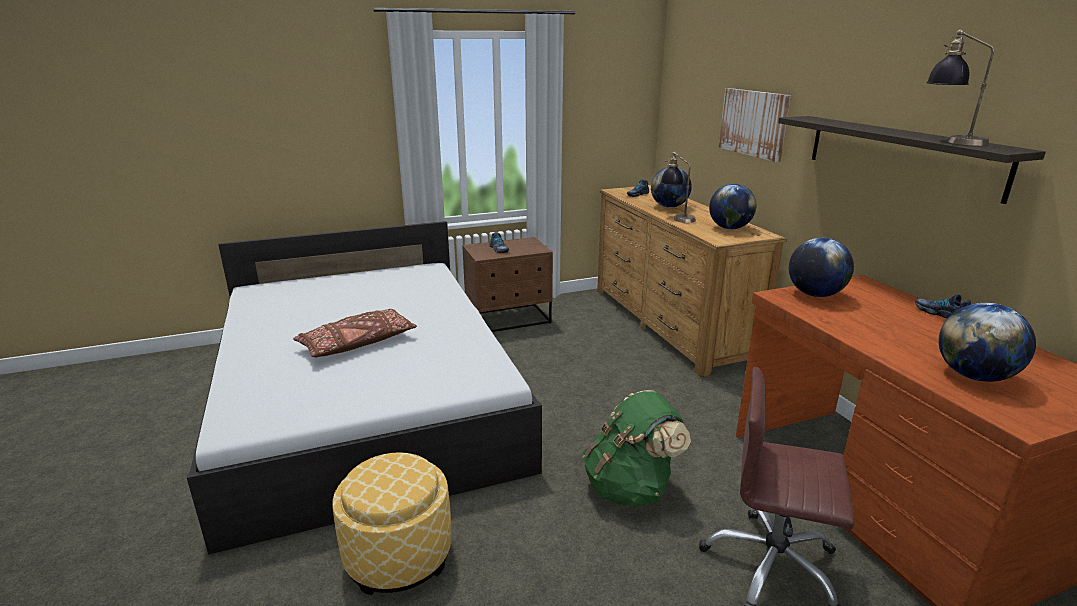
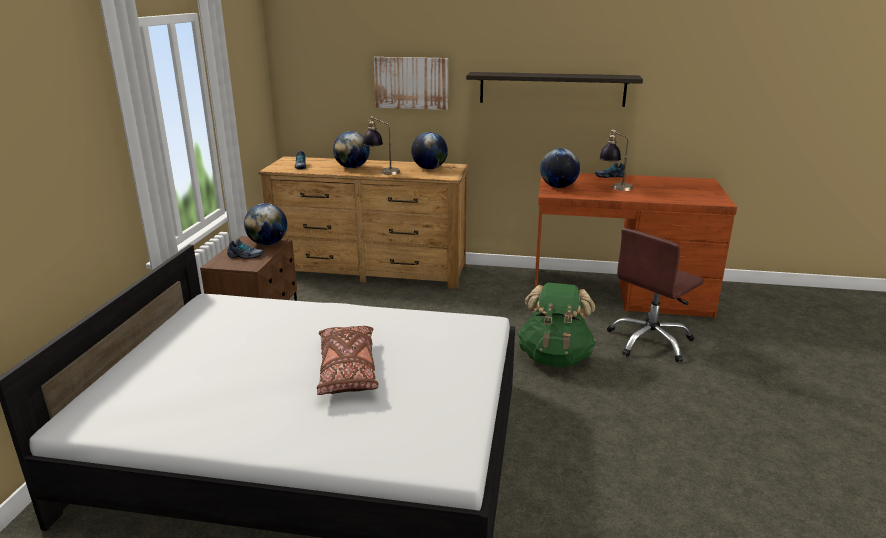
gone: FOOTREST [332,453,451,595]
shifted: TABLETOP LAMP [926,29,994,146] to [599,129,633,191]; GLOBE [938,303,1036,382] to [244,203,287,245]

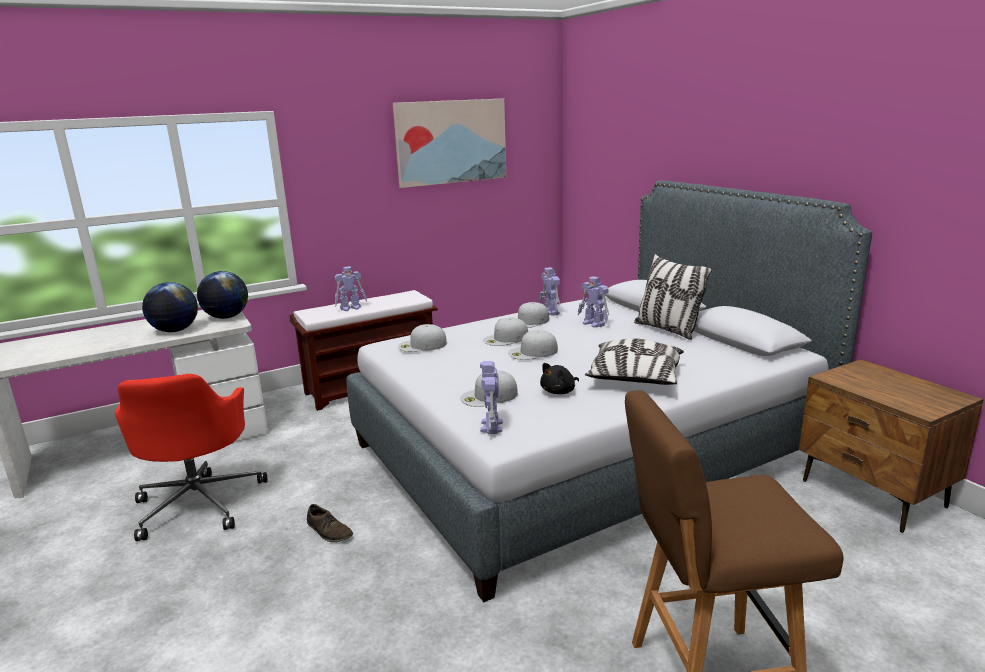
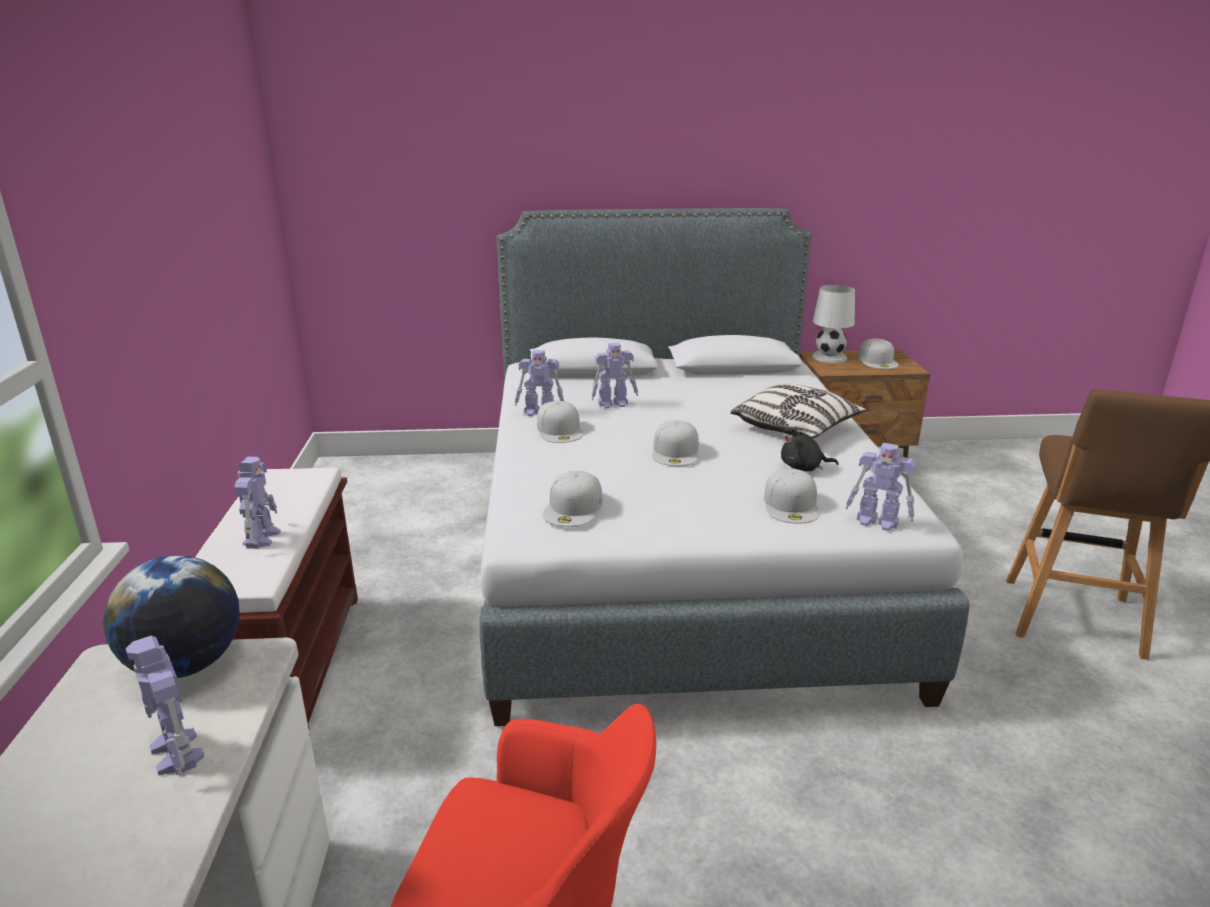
gone: WALL ART [393,99,506,188]; THROW PILLOW [634,254,713,340]; BROWNISH SHOE [307,504,353,542]
new: WHITE-COLOURED TABLETOP LAMP [812,285,855,363]
shifted: WHITE-COLOURED CAP [483,317,528,346] to [858,339,899,369]
swapped: GLOBE [142,282,198,332] to MODEL ROBOT [126,636,205,776]
rotated: BLACK-COLOURED SOFT TOY [540,363,579,394] = [781,429,838,471] 105 degrees clockwise

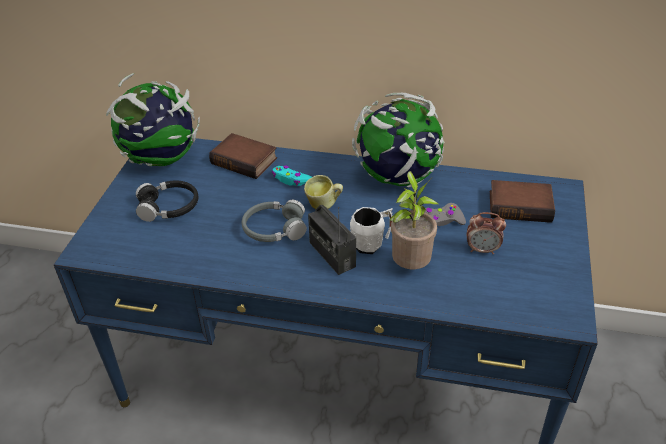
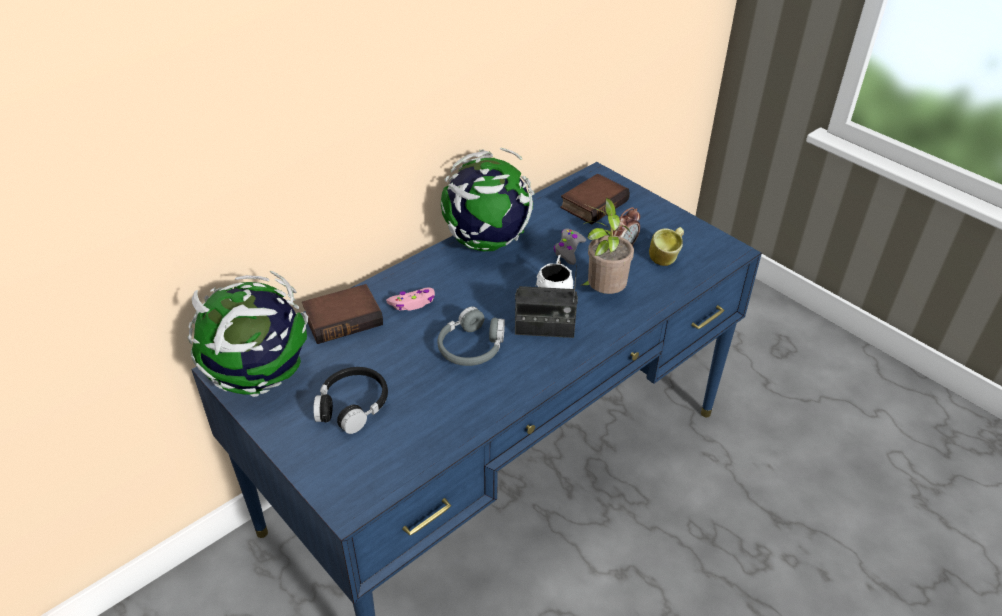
shifted: MUG [304,175,343,210] to [649,227,684,266]
repainted: TURQUOISE JOYPAD [272,165,312,186] to PINK JOYPAD [386,287,435,311]

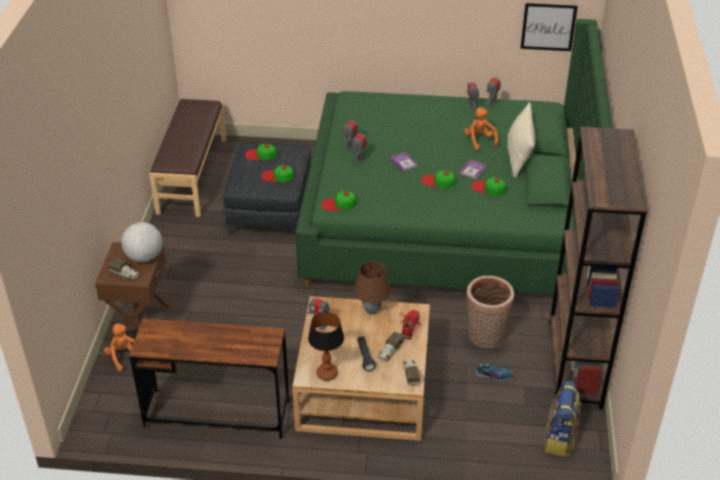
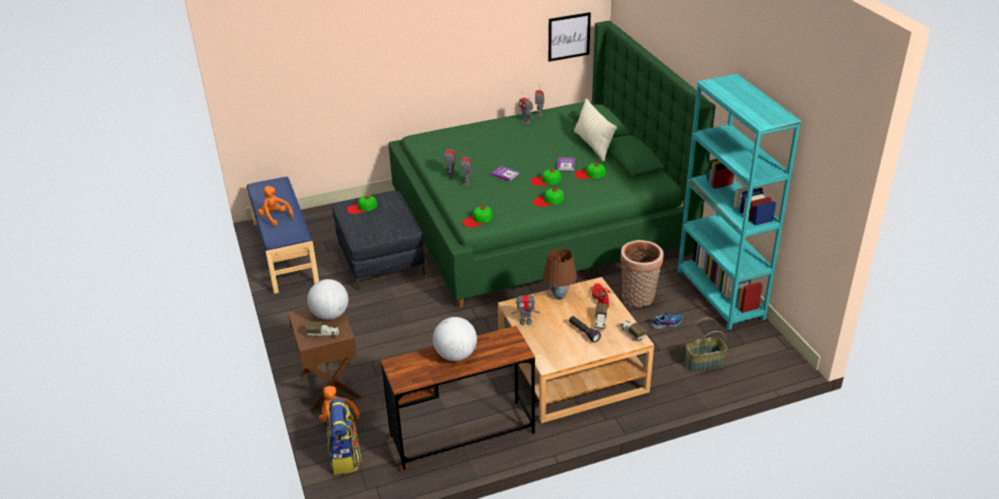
gone: TABLETOP LAMP [308,312,344,381]
new: GLOBE [433,317,477,361]; HOUSEHOLD BASKET [685,318,727,372]
shifted: ORANGE SOFT TOY [464,107,498,150] to [258,186,294,226]; CAP [262,165,294,182] to [533,188,564,207]; BACKPACK [544,381,581,457] to [327,398,362,475]
repainted: BROWNISH LONG SEAT [149,99,226,217] to BLUE-COLOURED LONG SEAT [246,177,319,294]; BROWNISH BOOKCASE [549,127,648,409] to TURQUOISE BOOKCASE [678,74,802,330]

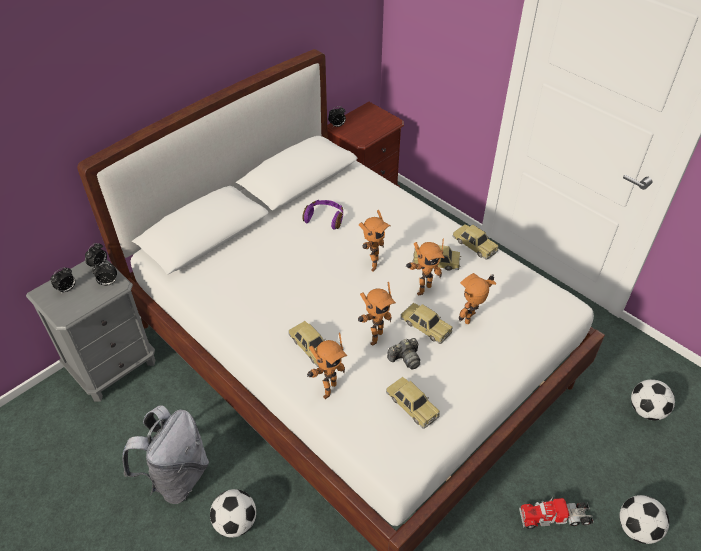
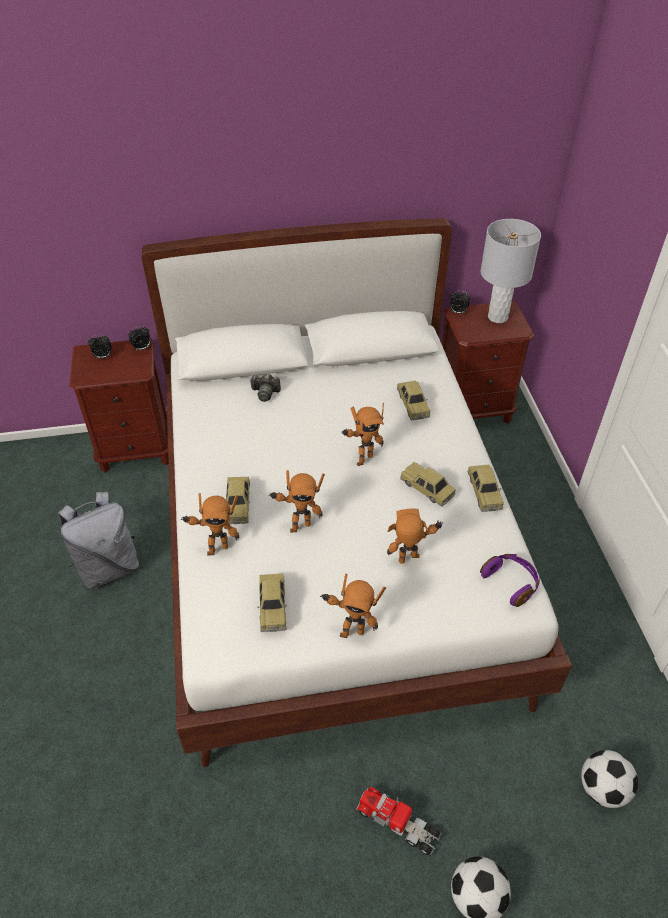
gone: ALARM CLOCK [92,263,117,286]; FOOTBALL [210,489,256,537]
new: GREYISH TABLETOP LAMP [481,219,541,323]
shifted: PURPLE HEADSET [303,200,343,230] to [480,554,540,607]; MODEL ROBOT [406,238,444,296] to [320,574,386,638]; MODEL CAR [401,303,453,344] to [397,381,430,420]; PHOTO CAMERA [387,338,420,370] to [250,374,281,402]
repainted: GREYISH BEDSIDE TABLE [26,260,155,402] to BROWNISH BEDSIDE TABLE [69,338,169,473]

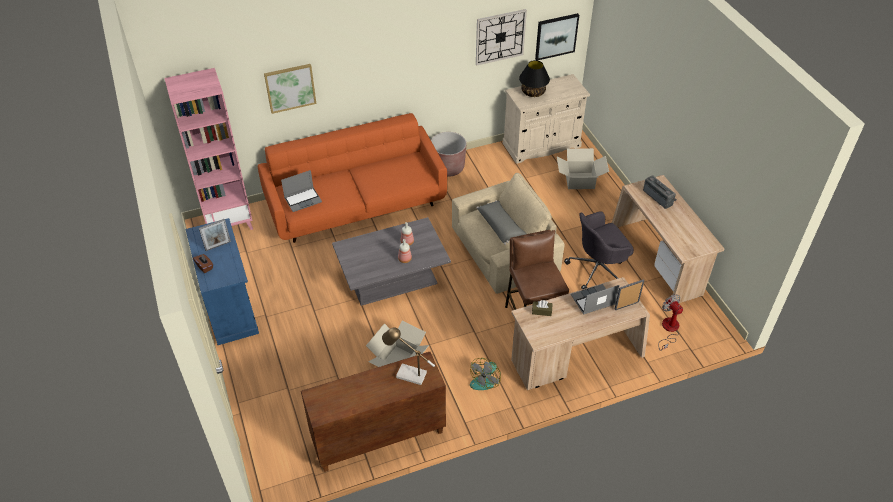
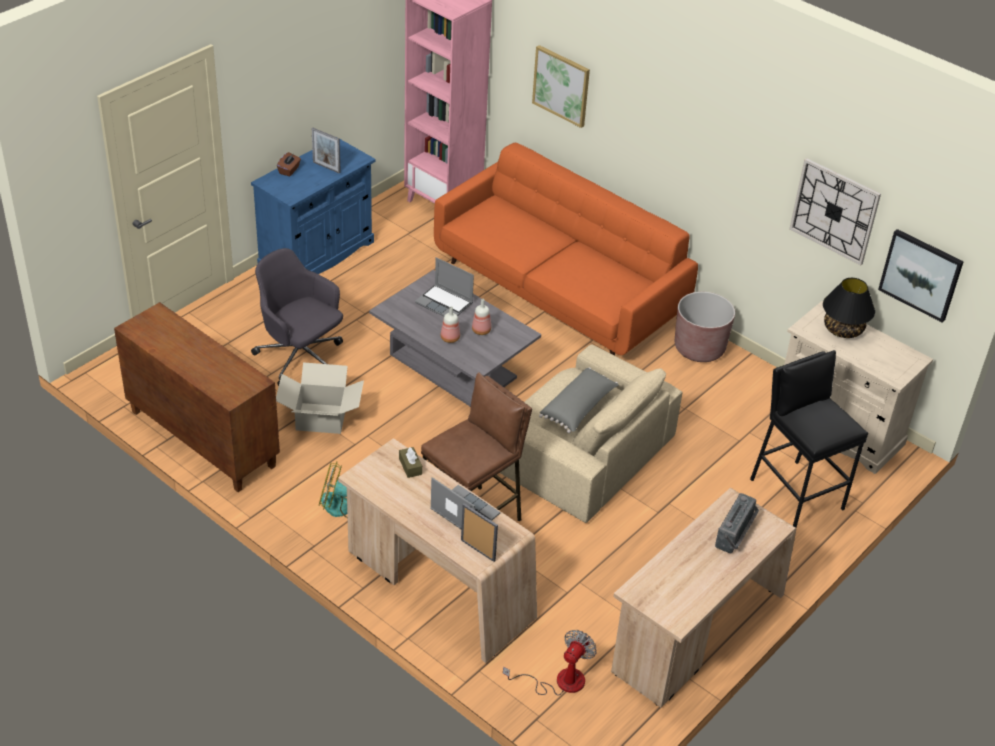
gone: TABLETOP LAMP [382,327,435,385]
shifted: PORTABLE COMPUTER [281,170,322,212] to [415,257,474,317]; GREYISH DESK CHAIR [564,211,634,289] to [251,248,343,386]
swapped: CARTON [557,148,609,189] to BLACK-COLOURED STOOL [750,350,868,528]

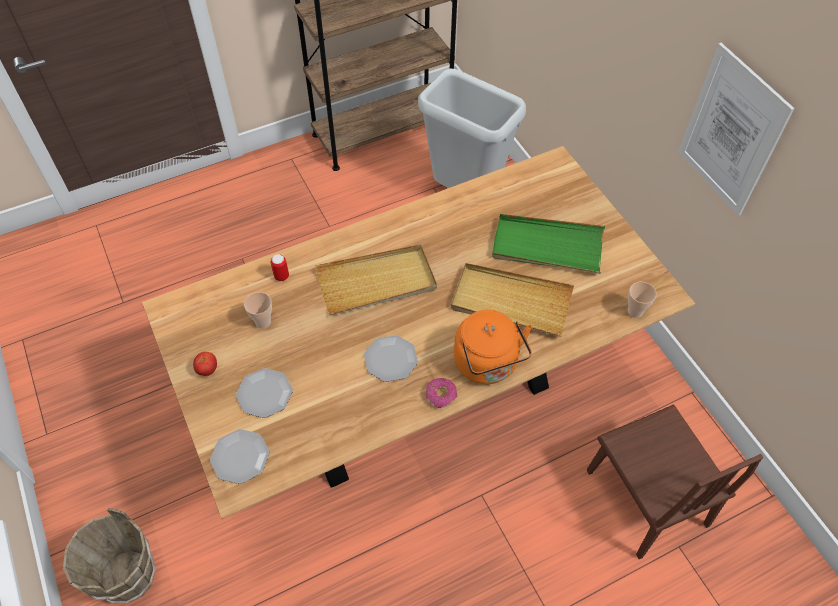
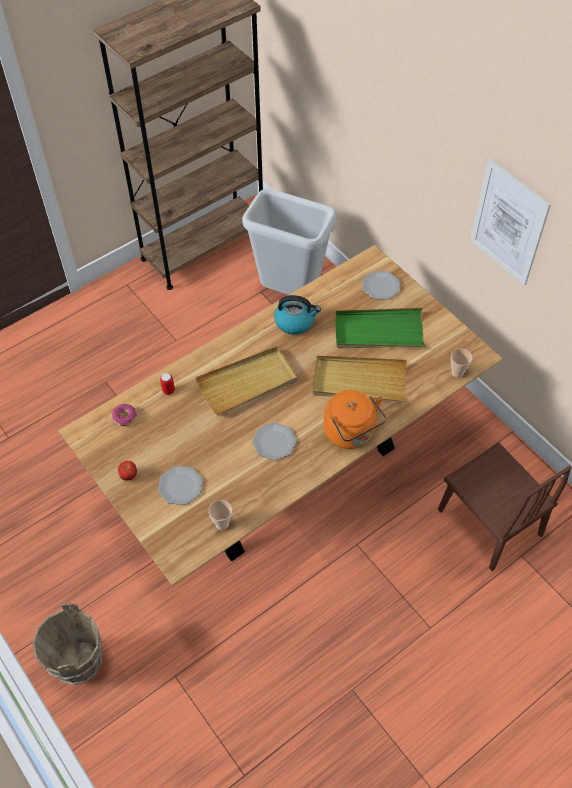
new: WATER KETTLE [274,295,321,335]
shifted: CUP [244,292,272,329] to [208,500,232,530]; DOUGHNUT [426,378,457,408] to [112,404,137,426]; DINNER PLATE [210,429,270,484] to [363,271,400,299]

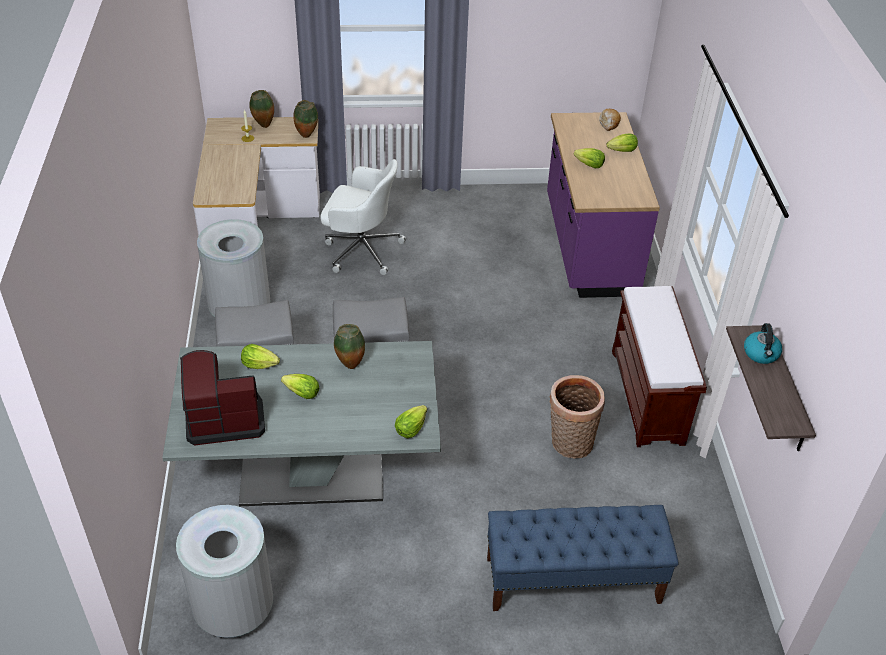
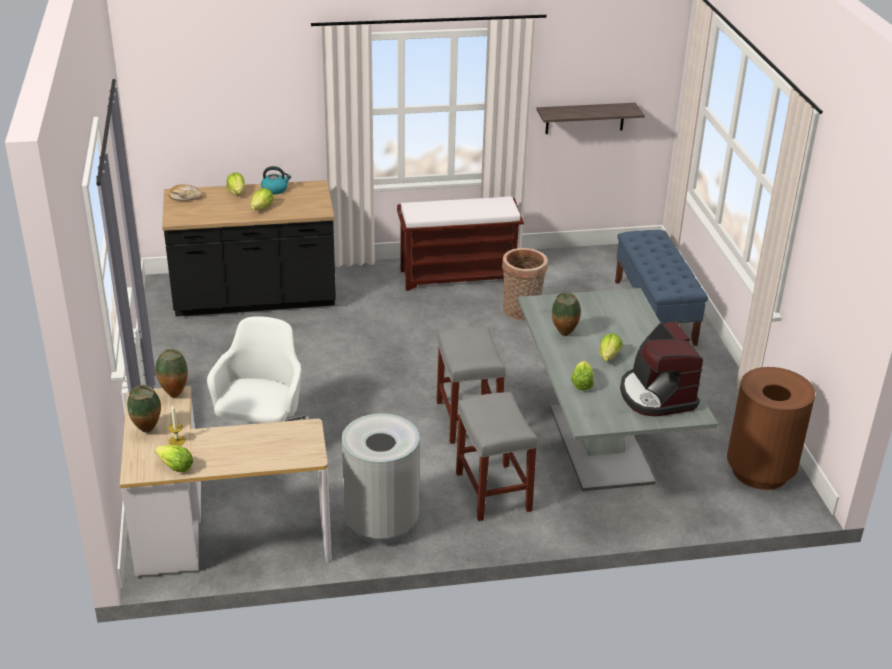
shifted: WATER KETTLE [744,323,782,364] to [261,166,291,194]; HEAD OF LETTUCE [395,405,427,438] to [154,445,193,472]
repainted: PURPLE COUNTER [547,112,660,298] to BLACK-COLOURED COUNTER [162,180,336,317]; GREYISH TRASH CAN [176,505,273,638] to BROWNISH TRASH CAN [727,367,815,490]

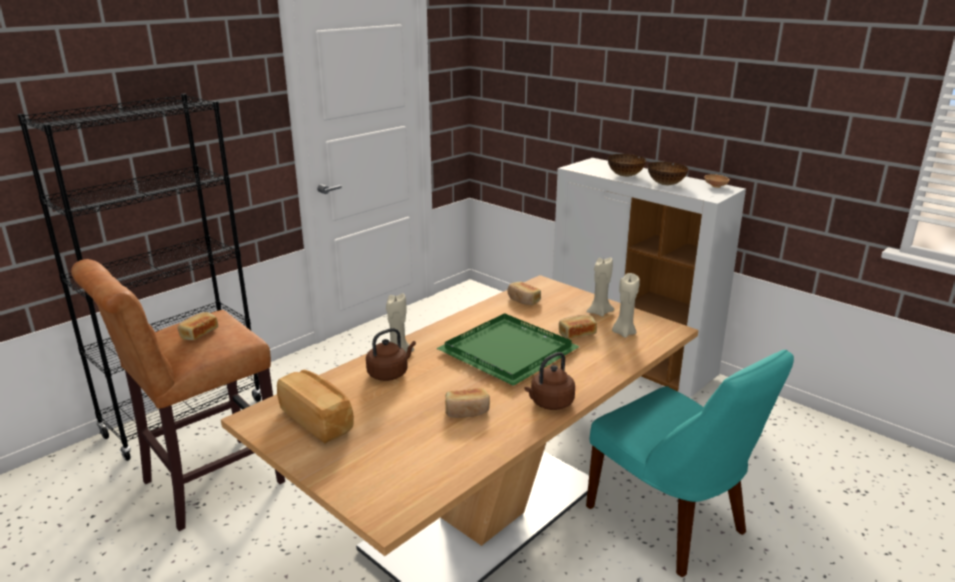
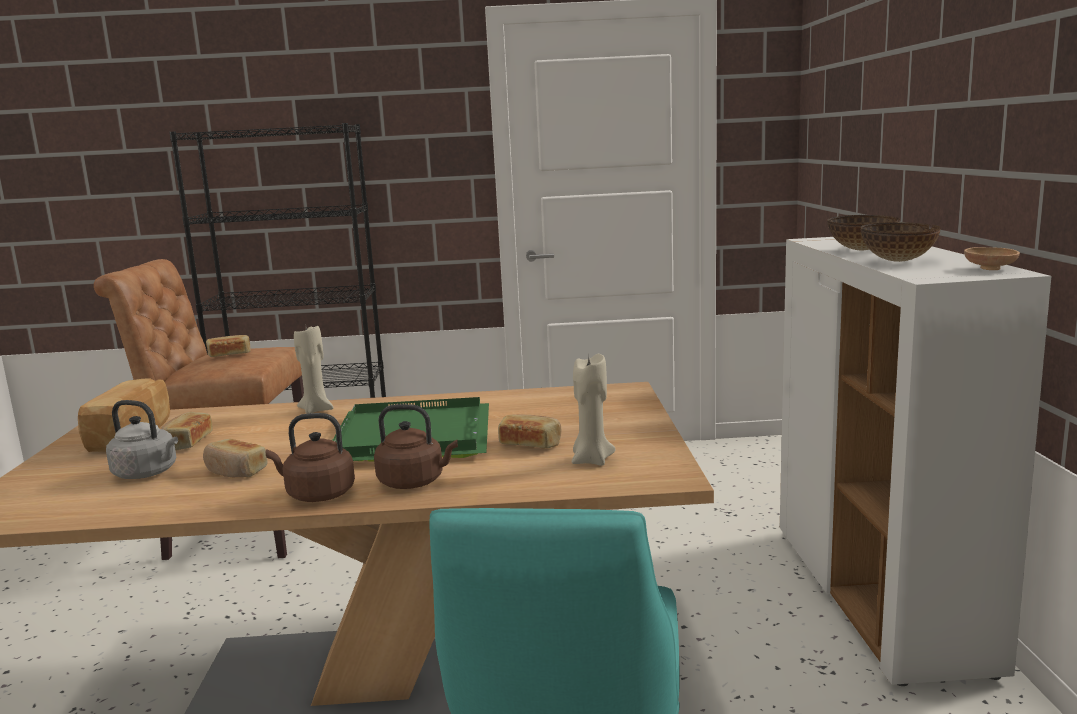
gone: BEIGE CANDLE [586,257,614,317]
new: GREYISH WATER KETTLE [106,400,178,479]
shifted: BREAD [508,282,541,305] to [161,412,213,451]; BROWNISH WATER KETTLE [366,328,416,381] to [374,404,458,489]

